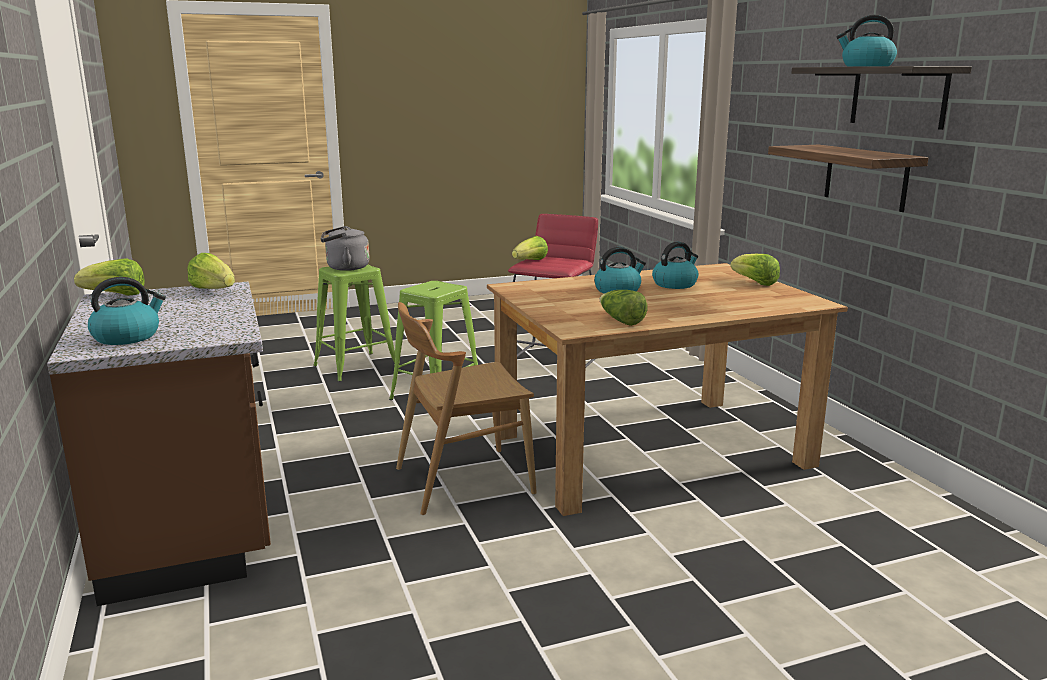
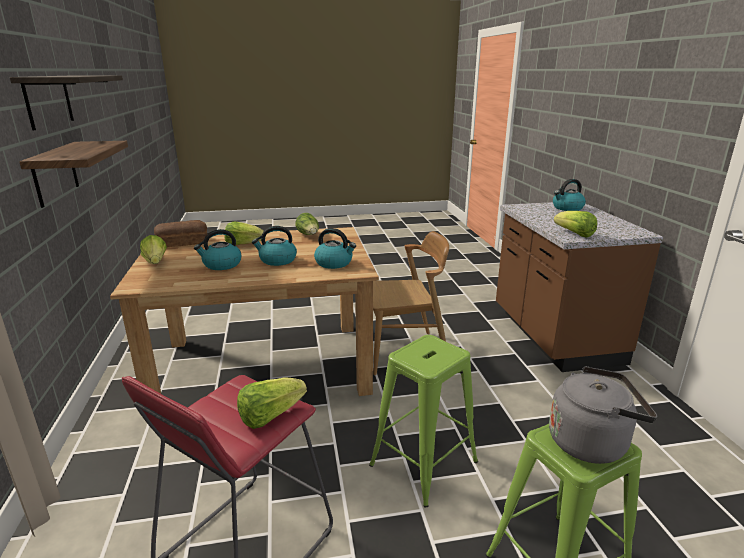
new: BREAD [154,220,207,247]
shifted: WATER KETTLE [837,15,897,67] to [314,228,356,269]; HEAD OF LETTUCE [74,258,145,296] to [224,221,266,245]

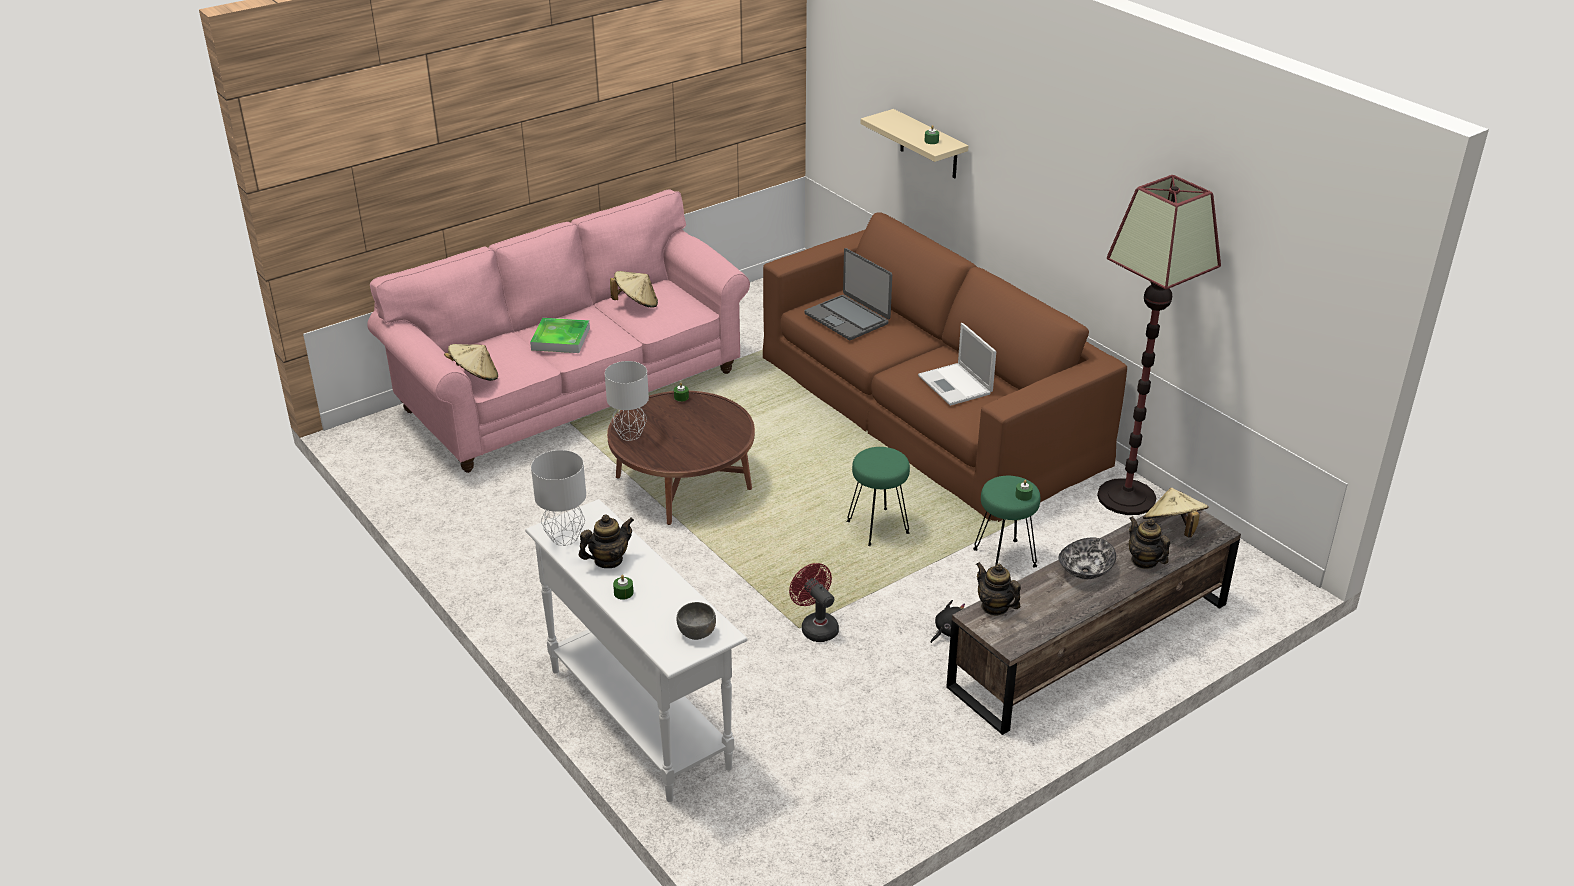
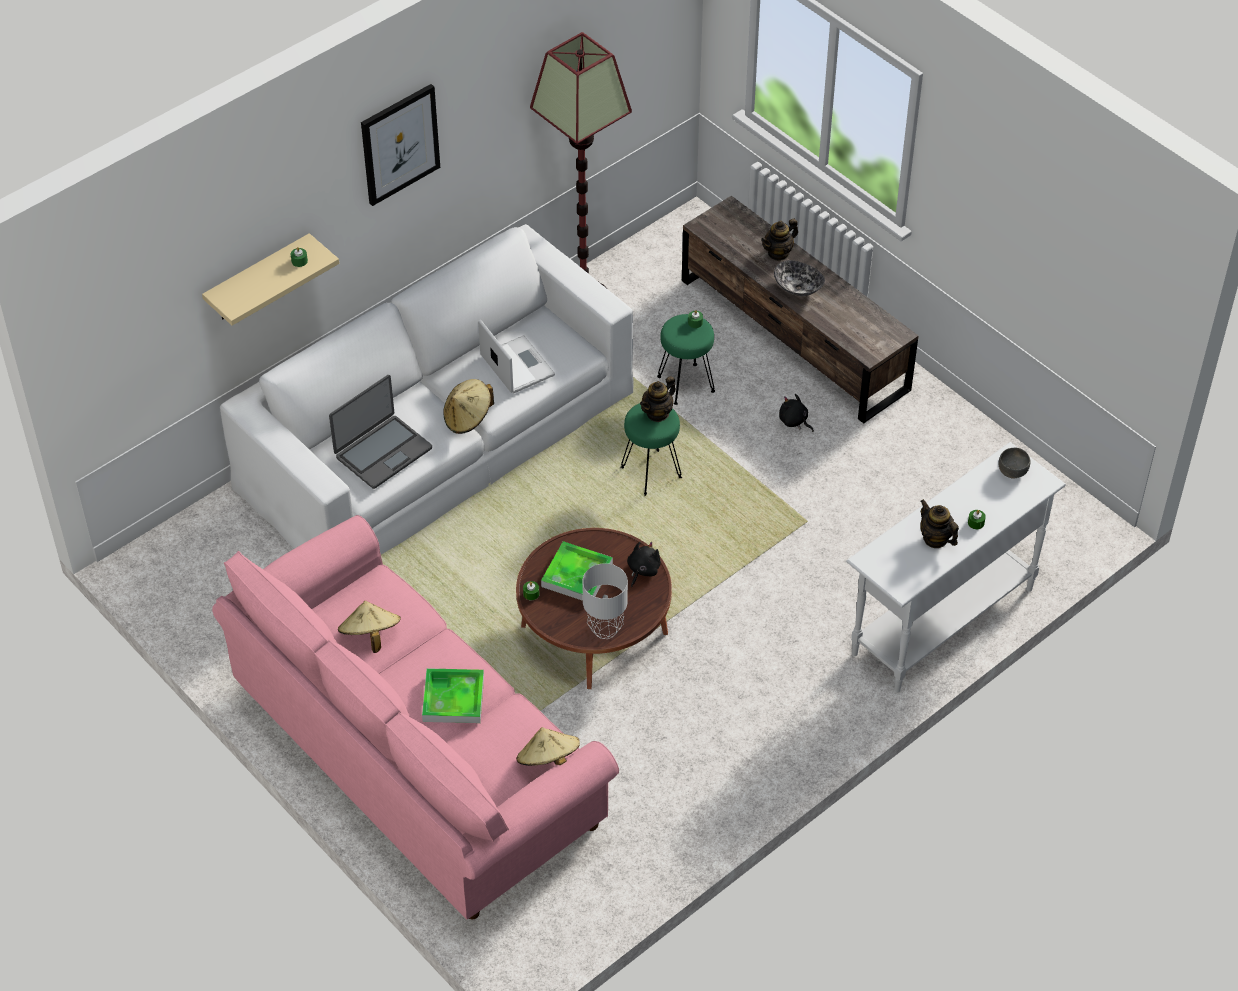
gone: GREYISH TABLETOP LAMP [531,450,586,546]; RED-COLOURED COOLING FAN [789,563,839,642]
new: WALL ART [361,84,440,206]; TRAY [541,541,613,601]; BLACK-COLOURED SOFT TOY [627,542,661,587]
shifted: BEIGE CLOTHING HAT [1143,488,1209,537] to [443,379,494,434]; POT FOR TEA [976,562,1021,616] to [640,376,676,422]
repainted: BROWNISH SETTEE [763,212,1127,522] to WHITE-COLOURED SETTEE [220,224,634,554]
rotated: PORTABLE COMPUTER [918,323,996,406] = [478,320,555,394] 90 degrees counterclockwise

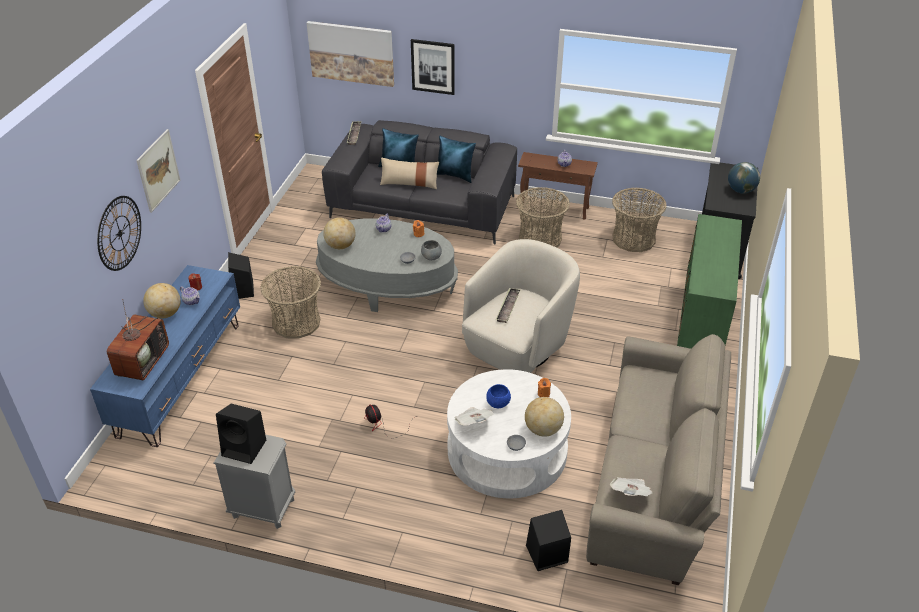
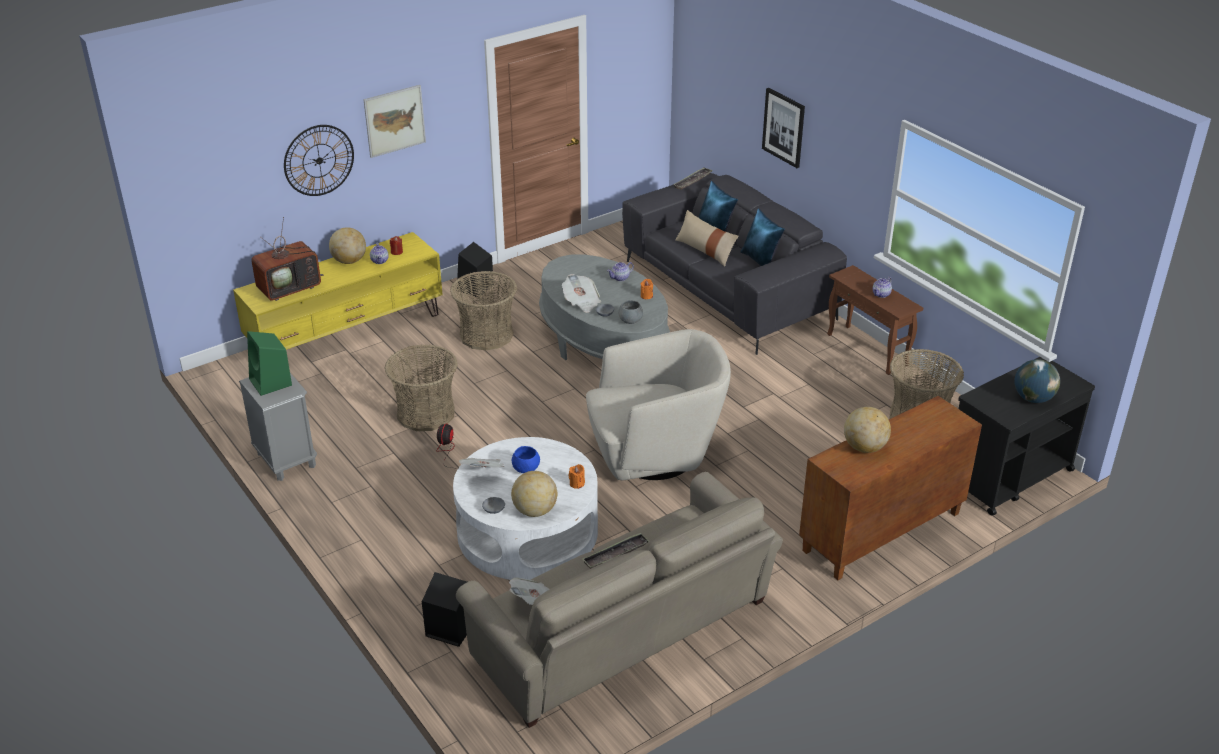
gone: WALL ART [307,21,394,87]
new: PRINTED PAPER [562,274,601,313]
shifted: HOUSEHOLD BASKET [516,187,570,248] to [385,344,458,431]; GLOBE [323,217,355,249] to [844,407,891,453]; TRAY [496,288,520,323] to [582,532,650,569]
repainted: GREENISH CABINET [677,214,742,349] to BROWNISH CABINET [799,396,982,580]; BLUE-COLOURED MEDIA CONSOLE [90,265,240,447] to YELLOWISH MEDIA CONSOLE [233,232,443,350]; BLACK-COLOURED SPEAKER [216,404,266,464] to GREENISH SPEAKER [247,331,292,396]

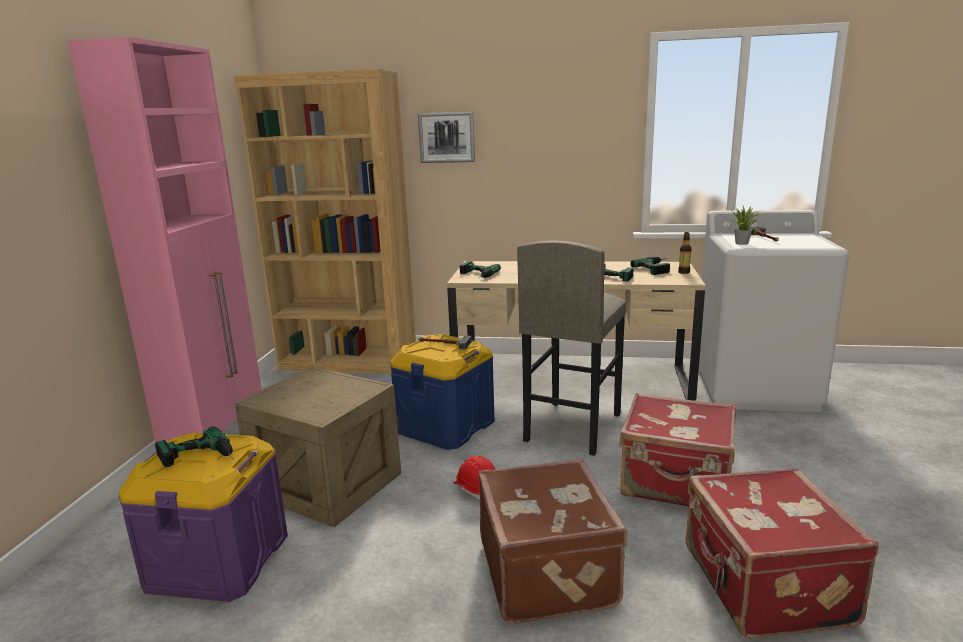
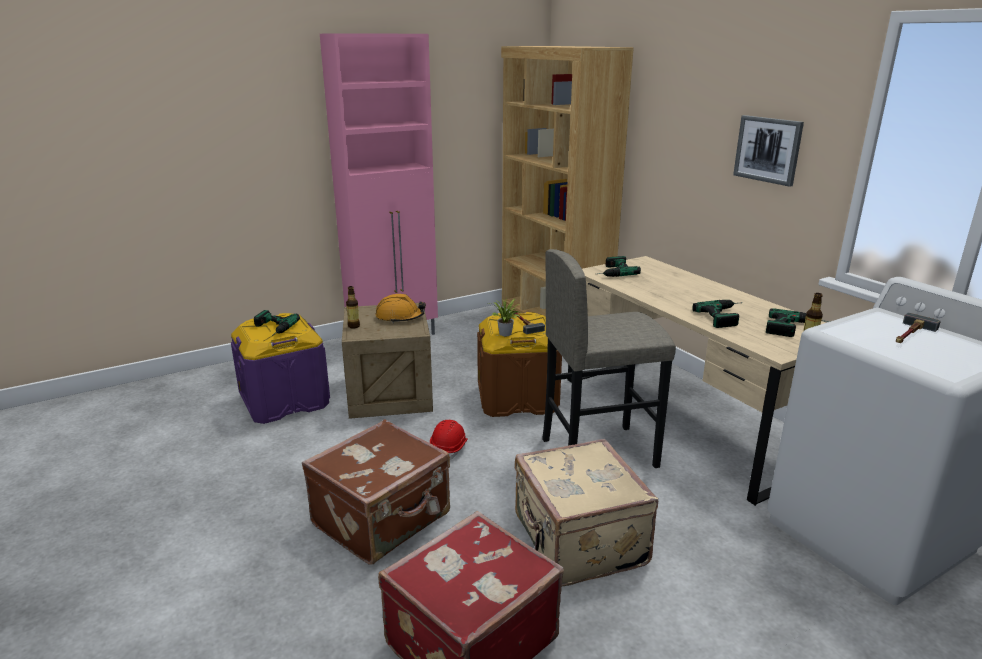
new: DRINK BOTTLE [346,286,360,328]; ORANGE SAFETY HELMET [375,294,426,323]
shifted: WALL ART [418,111,475,163] to [733,115,804,187]; POTTED PLANT [728,206,762,245] to [491,298,520,336]
repainted: BLUE-COLOURED STORAGE BIN [390,334,495,450] to BROWNISH STORAGE BIN [477,312,562,417]; RED-COLOURED TRAVEL CASE [620,393,736,507] to BEIGE TRAVEL CASE [515,439,658,586]

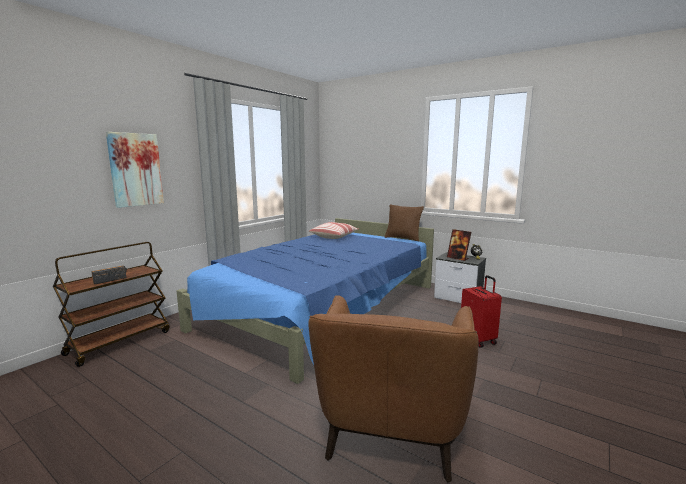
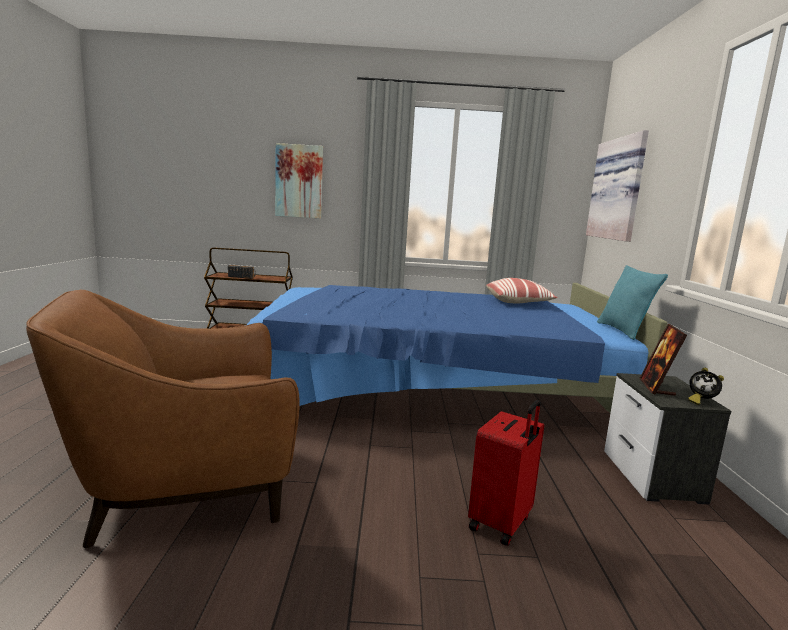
new: WALL ART [586,130,649,242]
repainted: BROWNISH THROW PILLOW [385,204,424,241] to TURQUOISE THROW PILLOW [597,265,668,340]

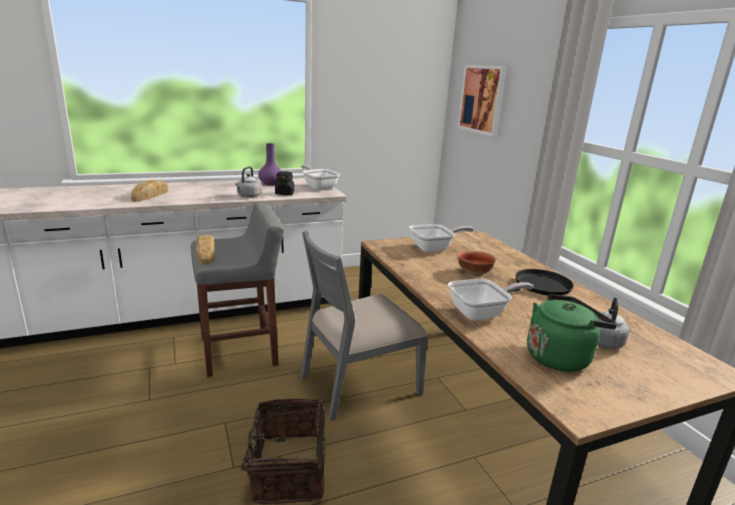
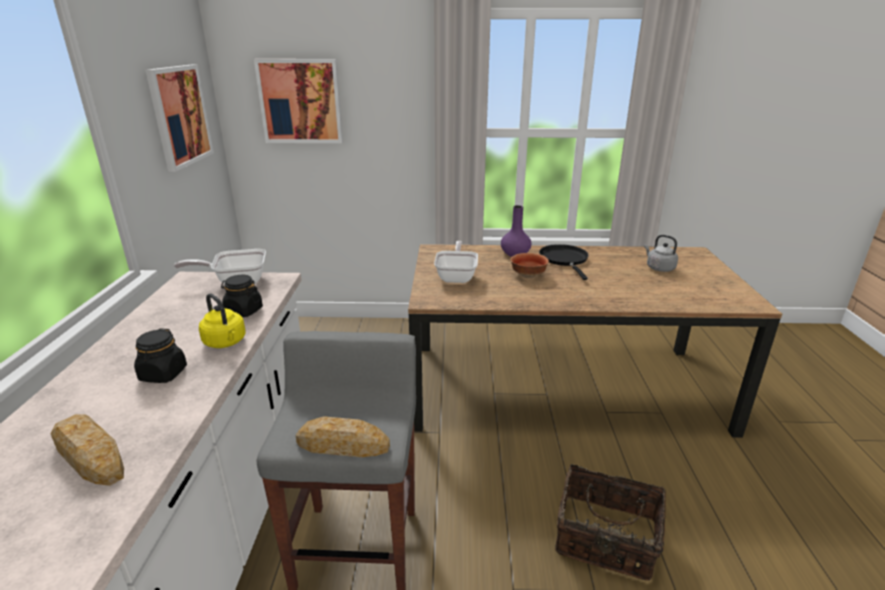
gone: GREYISH UPRIGHT CHAIR [301,231,428,420]; FRYING PAN [448,278,534,321]; GREENISH WATER KETTLE [527,294,617,372]
new: WALL ART [145,65,214,172]; BLACK-COLOURED PRESERVE JAR [134,328,187,383]
shifted: PURPLE DECORATIVE VASE [258,143,282,186] to [501,205,532,257]
repainted: GREYISH WATER KETTLE [235,166,261,198] to YELLOWISH WATER KETTLE [199,294,246,348]

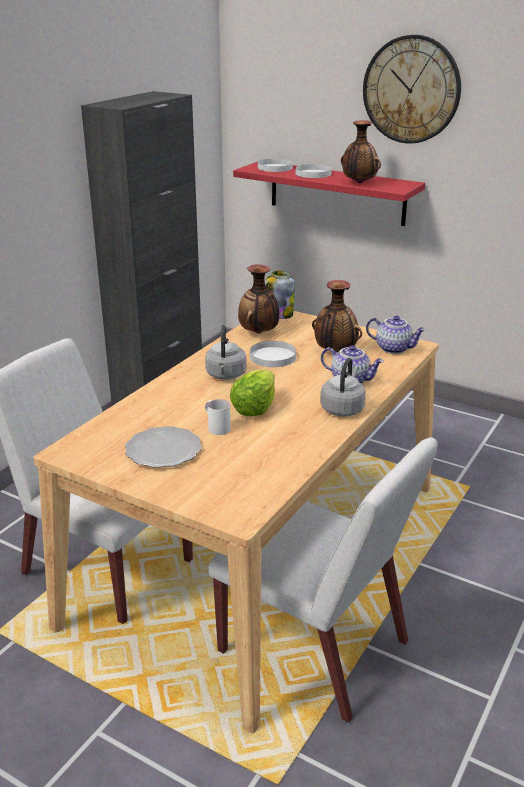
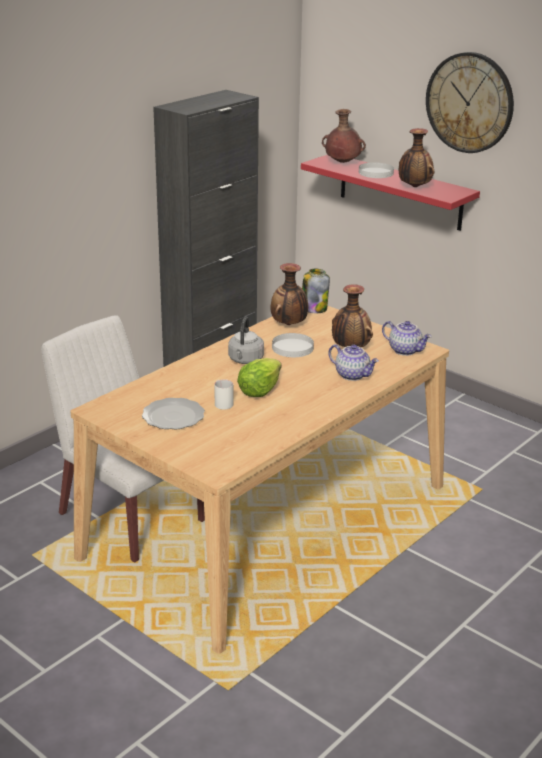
gone: GREYISH WATER KETTLE [320,358,366,416]; WHITE-COLOURED UPRIGHT CHAIR [208,437,438,723]
swapped: WHITE-COLOURED DINNER PLATE [258,159,293,172] to BROWNISH DECORATIVE VASE [322,109,366,163]

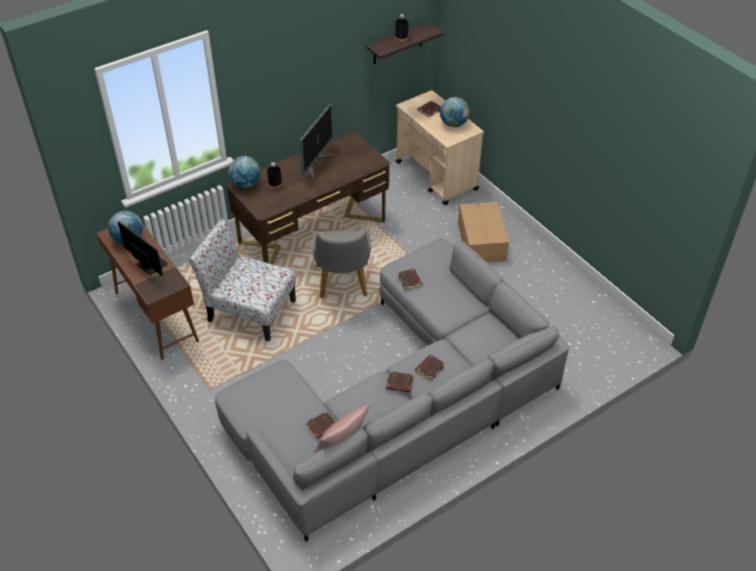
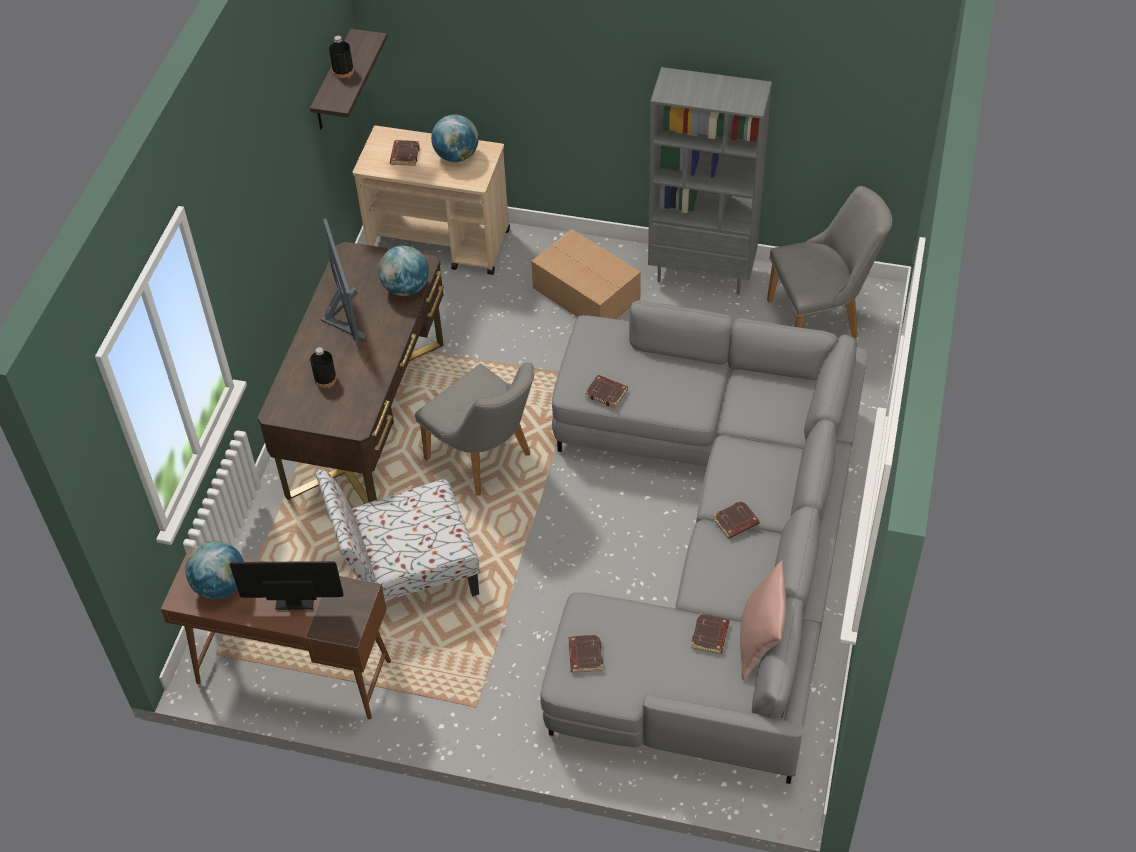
new: GREYISH BOOKCASE [648,67,772,295]; GREYISH UPRIGHT CHAIR [767,186,892,339]
shifted: GLOBE [229,156,261,188] to [378,245,429,296]; BROWNISH VOLUME [415,354,445,381] to [568,635,603,672]

